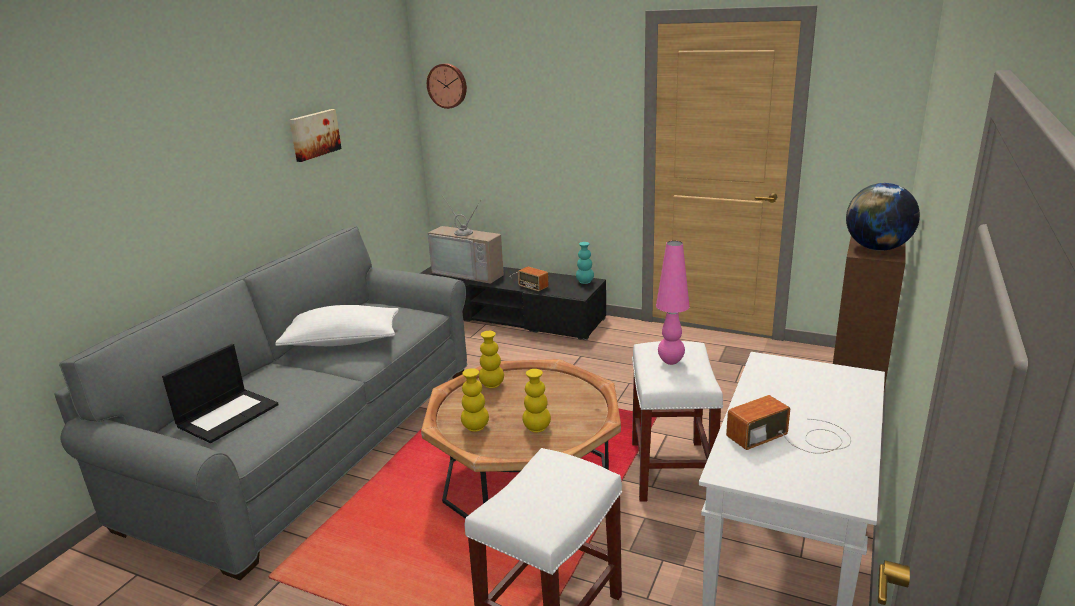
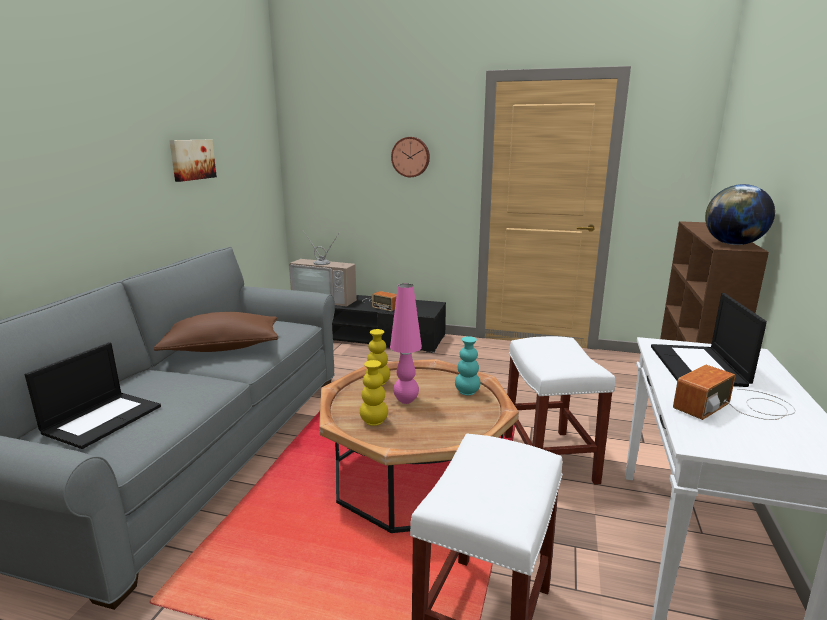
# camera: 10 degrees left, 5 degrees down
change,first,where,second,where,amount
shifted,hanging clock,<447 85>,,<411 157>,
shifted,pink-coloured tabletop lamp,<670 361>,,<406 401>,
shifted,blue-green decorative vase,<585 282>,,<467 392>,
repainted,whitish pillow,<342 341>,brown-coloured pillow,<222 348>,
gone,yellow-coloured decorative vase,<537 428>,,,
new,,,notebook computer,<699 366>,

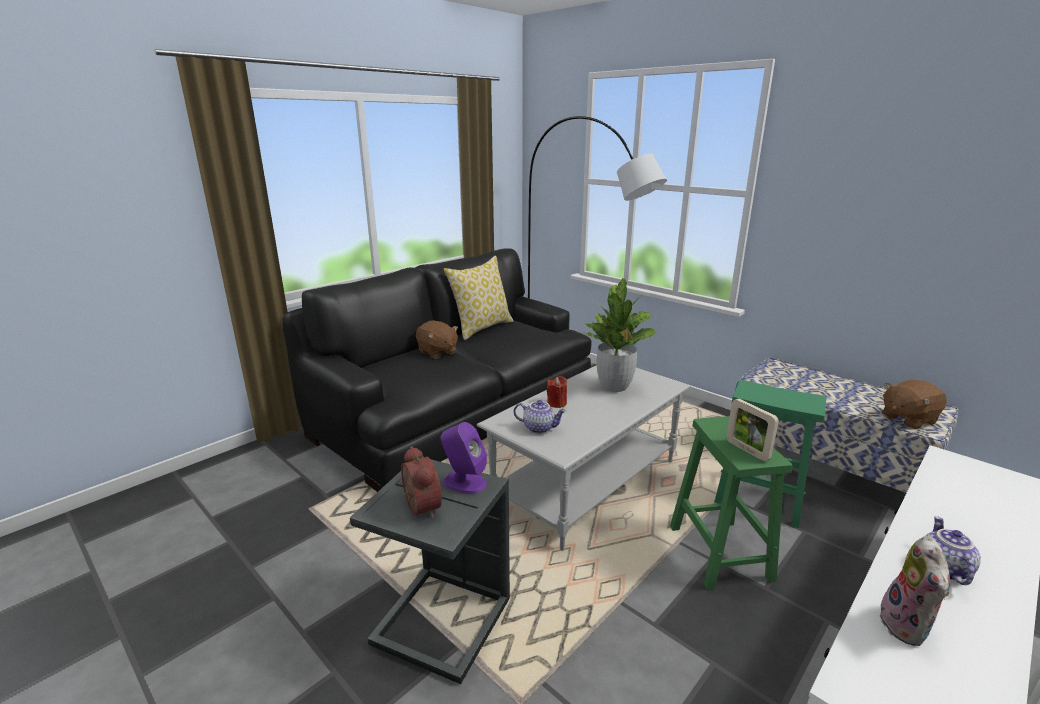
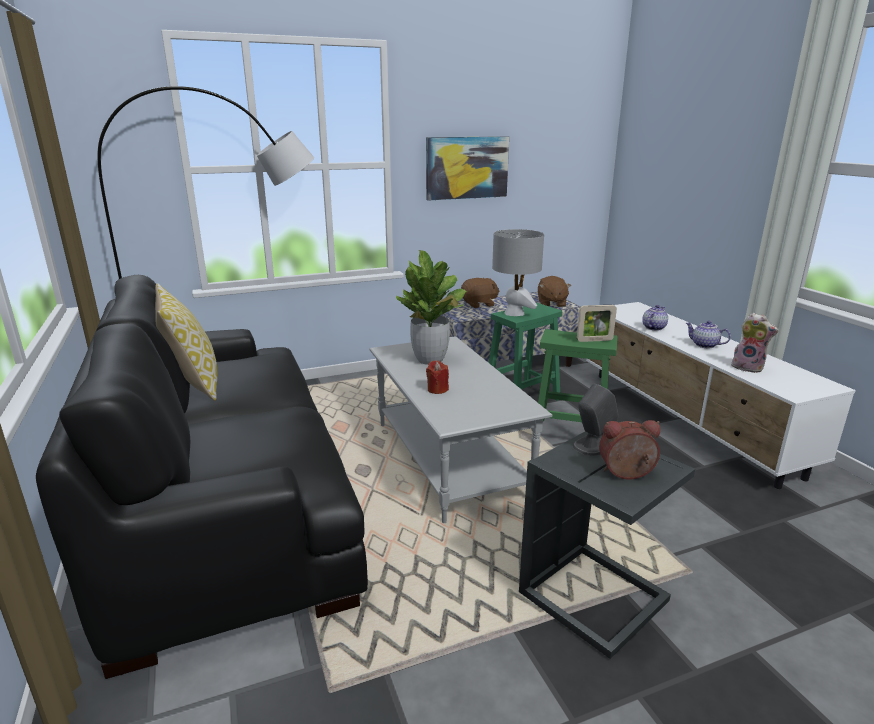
# camera: 65 degrees left, 0 degrees up
change,first,where,second,where,amount
shifted,brown-coloured cuddly toy,<437 352>,,<479 304>,
shifted,teapot,<539 428>,,<653 327>,
repainted,purple audio speaker,<464 482>,greyish audio speaker,<592 445>,
new,,,wall picture,<467 167>,
new,,,greyish tabletop lamp,<514 313>,

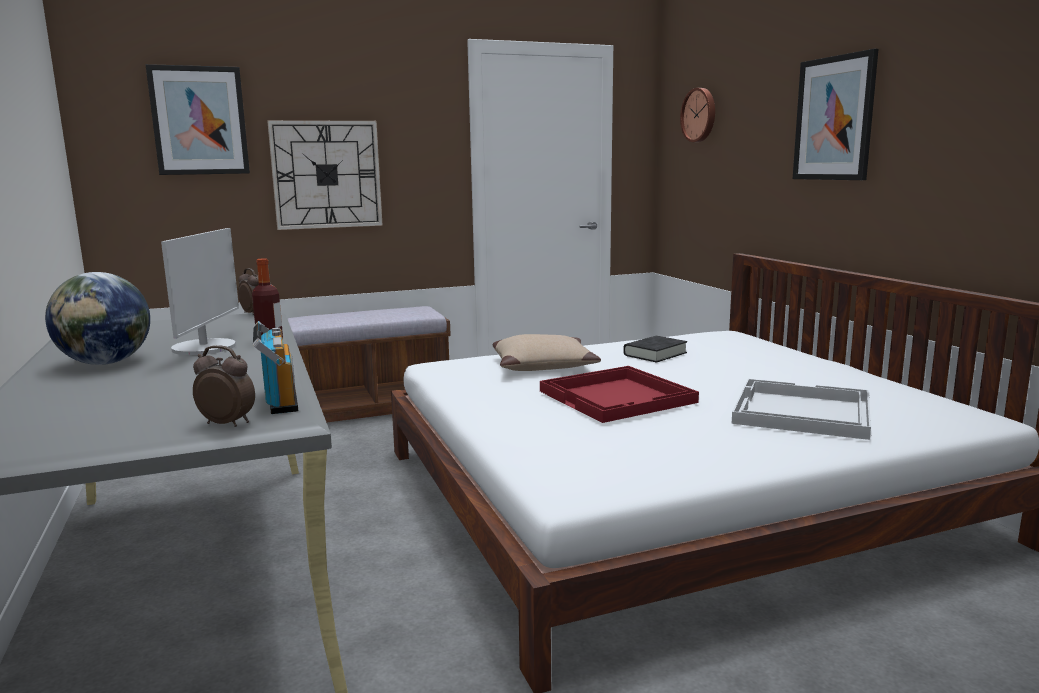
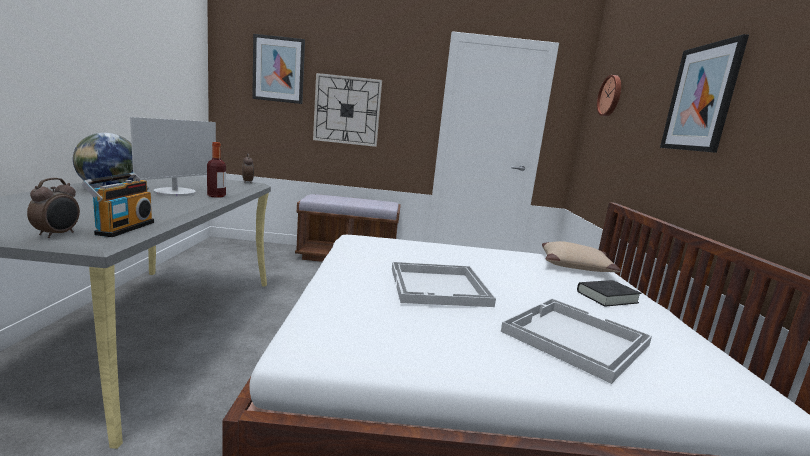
# camera: 20 degrees right, 0 degrees up
change,first,where,second,where,amount
shifted,sand-coloured pillow,<543 366>,,<575 266>,
shifted,black bound book,<655 354>,,<607 297>,
rotated,bedside clock,<228 423>,,<58 234>,60 degrees clockwise
repainted,red tray,<618 397>,whitish tray,<439 287>,

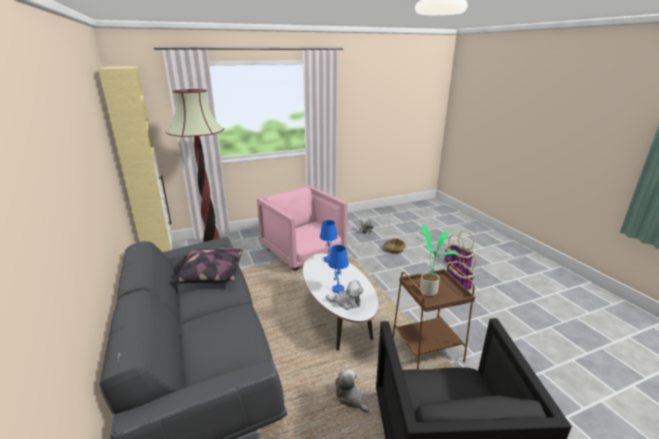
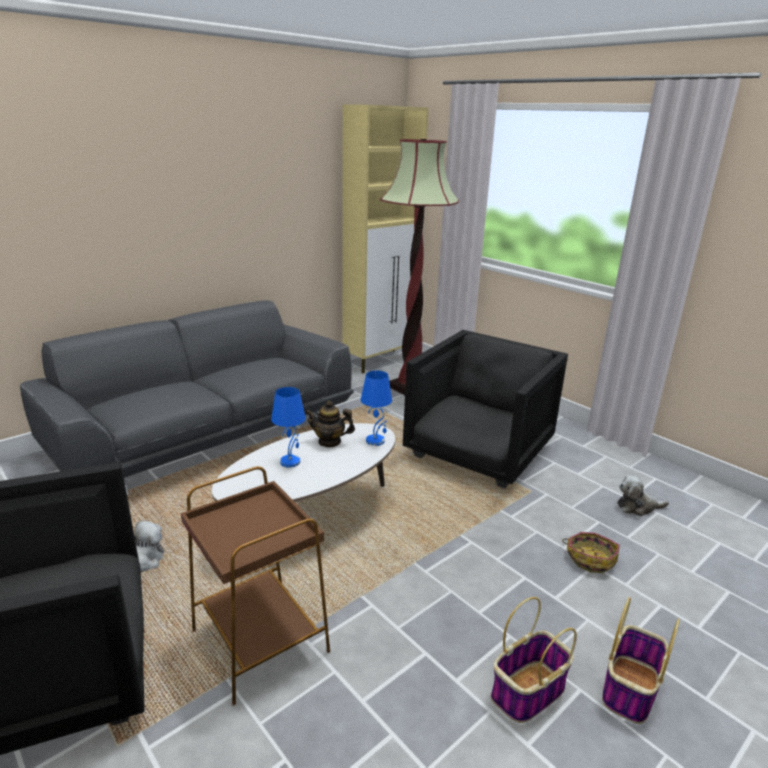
# camera: 70 degrees right, 0 degrees up
change,first,where,second,where,amount
repainted,pink-coloured lounge chair,<303 252>,black lounge chair,<478 452>,
gone,plant in a pot,<428 290>,,,
gone,pillow,<210 275>,,,
gone,cuddly toy,<346 302>,,,
new,,,teapot,<329 441>,

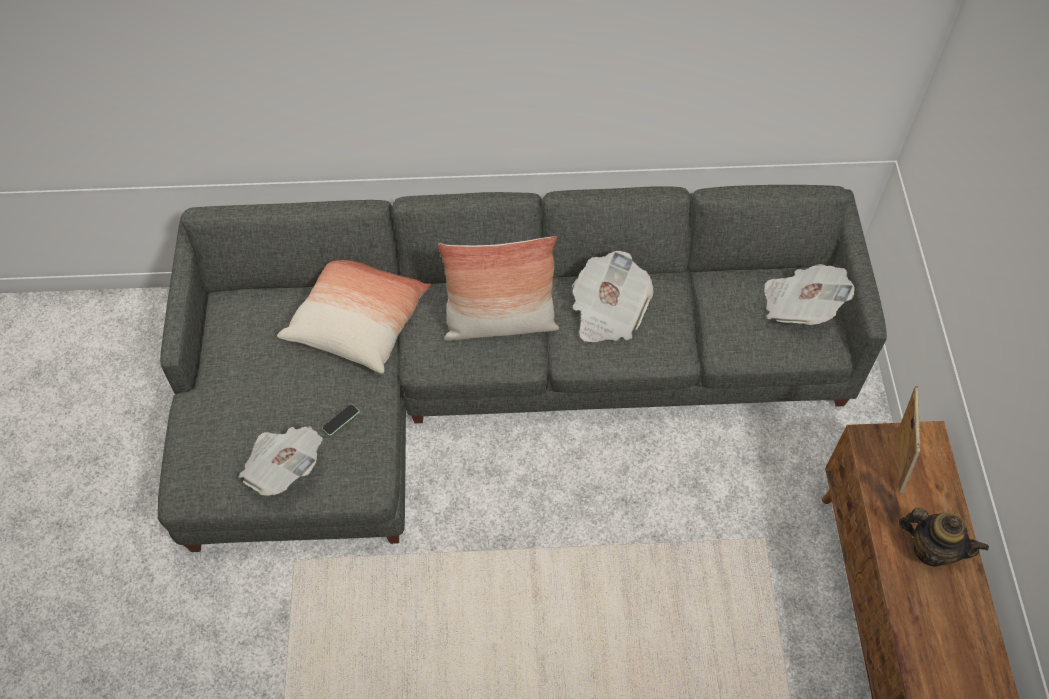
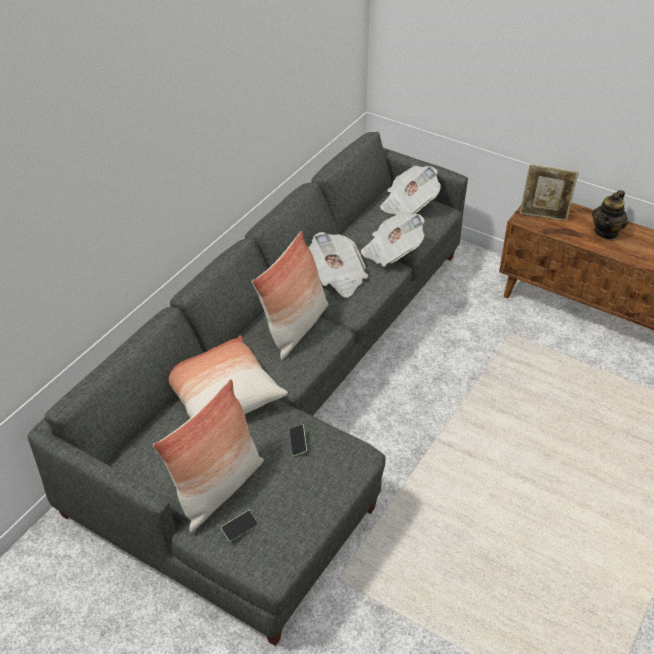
# camera: 55 degrees left, 15 degrees down
change,first,where,second,where,amount
rotated,standing frame,<896 459>,,<543 216>,150 degrees clockwise
shifted,printed paper,<284 467>,,<391 251>,
rotated,teapot,<931 549>,,<606 232>,150 degrees clockwise
new,,,pillow,<218 489>,
new,,,telephone,<239 529>,

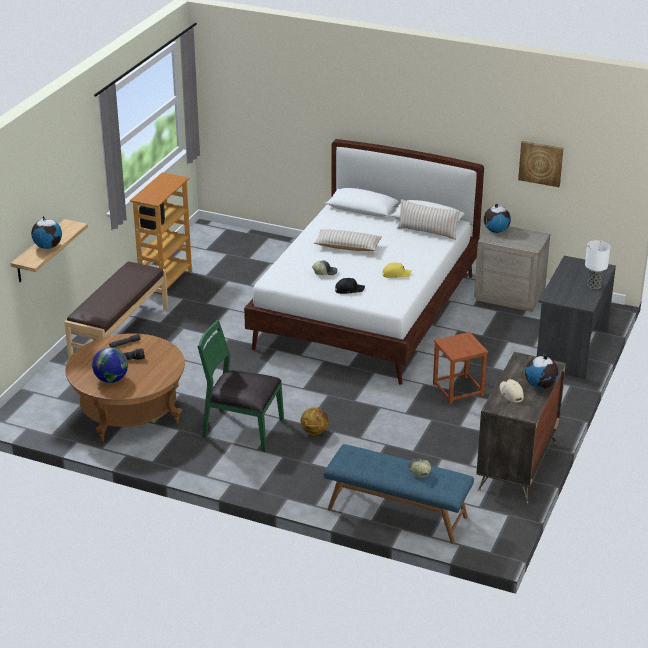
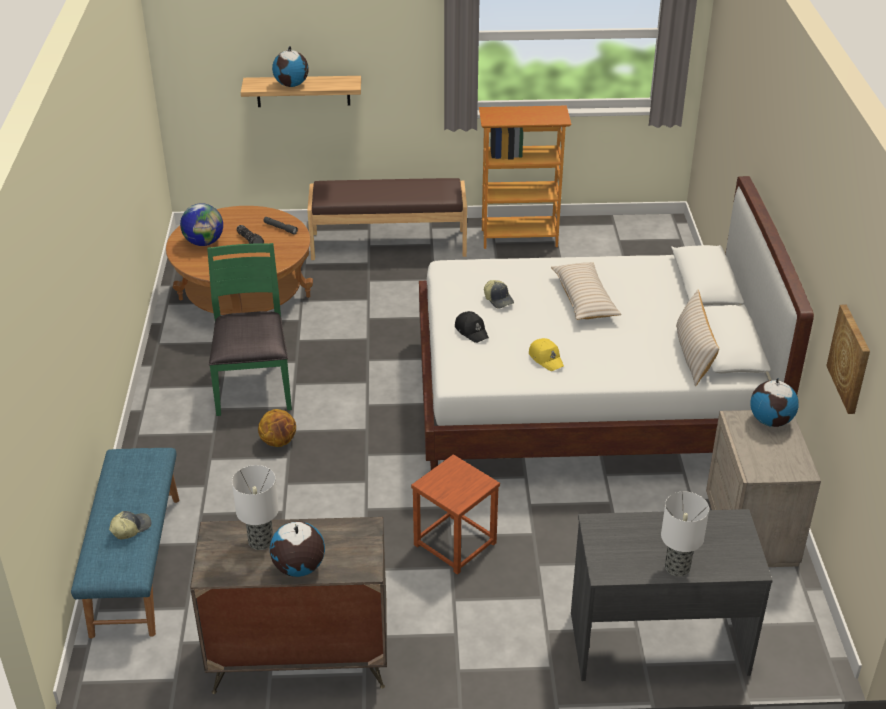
# camera: 65 degrees right, 5 degrees up
change,first,where,second,where,amount
swapped,sand-coloured cap,<511 394>,tabletop lamp,<260 541>,

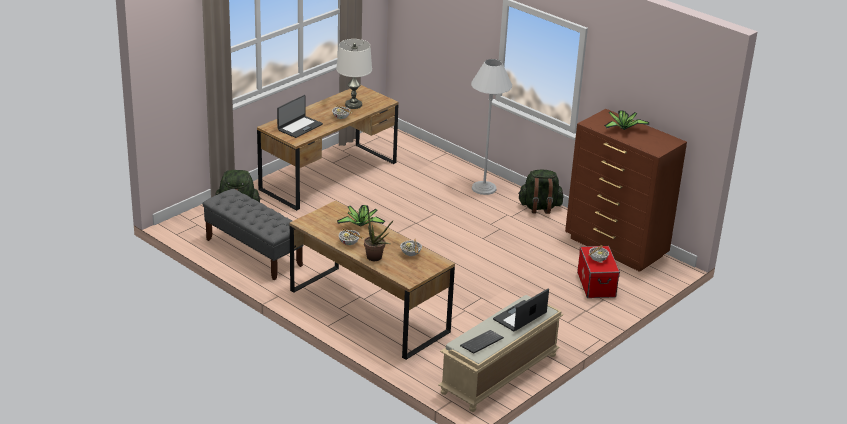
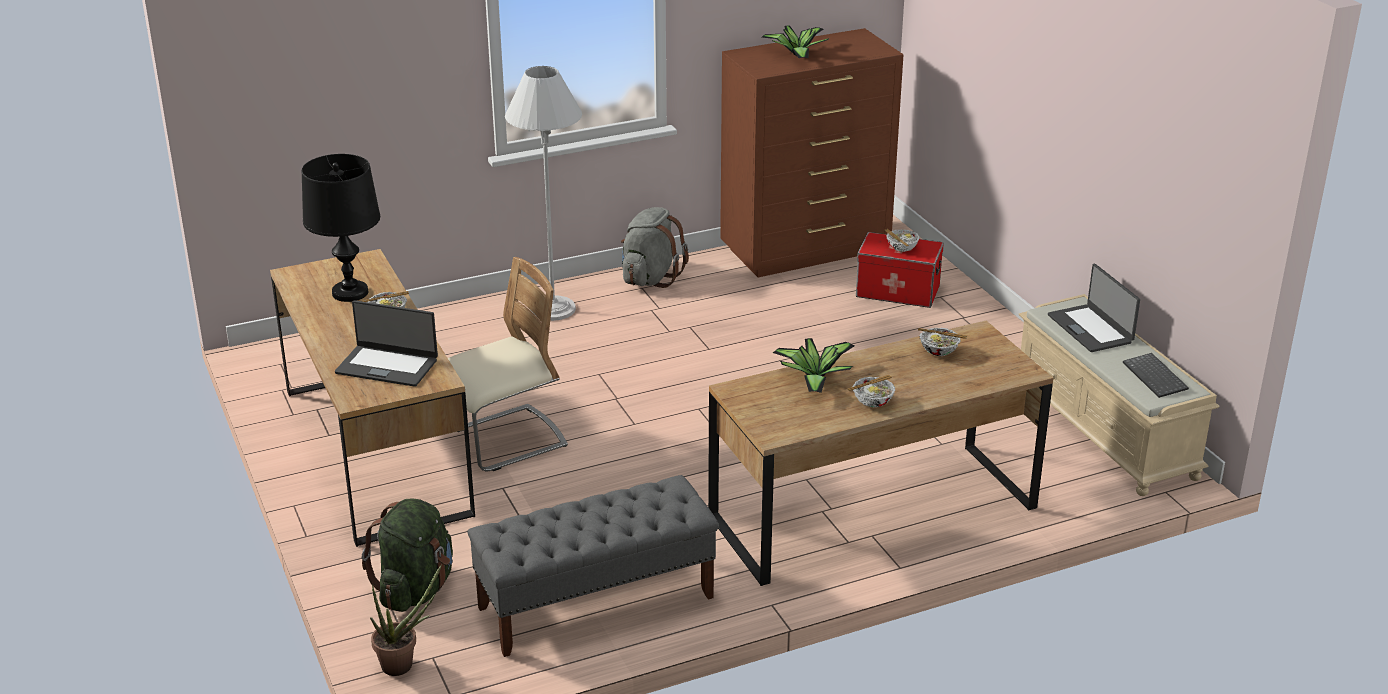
# camera: 65 degrees left, 0 degrees up
change,first,where,second,where,amount
repainted,whitish tabletop lamp,<353 105>,black tabletop lamp,<350 293>,
rotated,notebook computer,<299 127>,,<387 366>,135 degrees clockwise
repainted,green backpack,<539 207>,greyish backpack,<650 278>,
shifted,plant in a pot,<376 259>,,<404 664>,
new,,,sand-coloured plain chair,<505 440>,

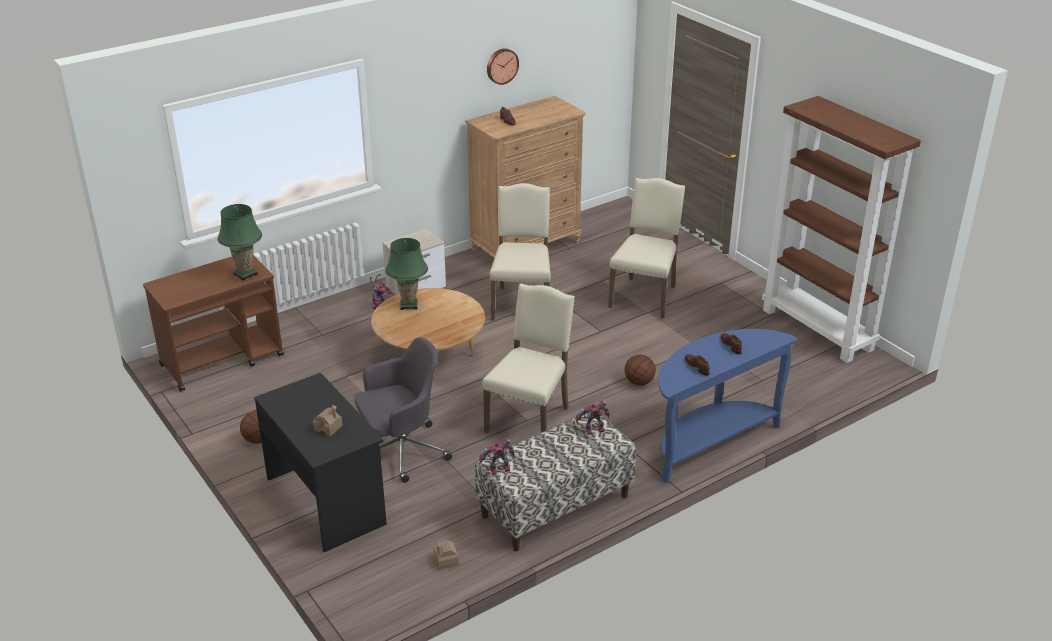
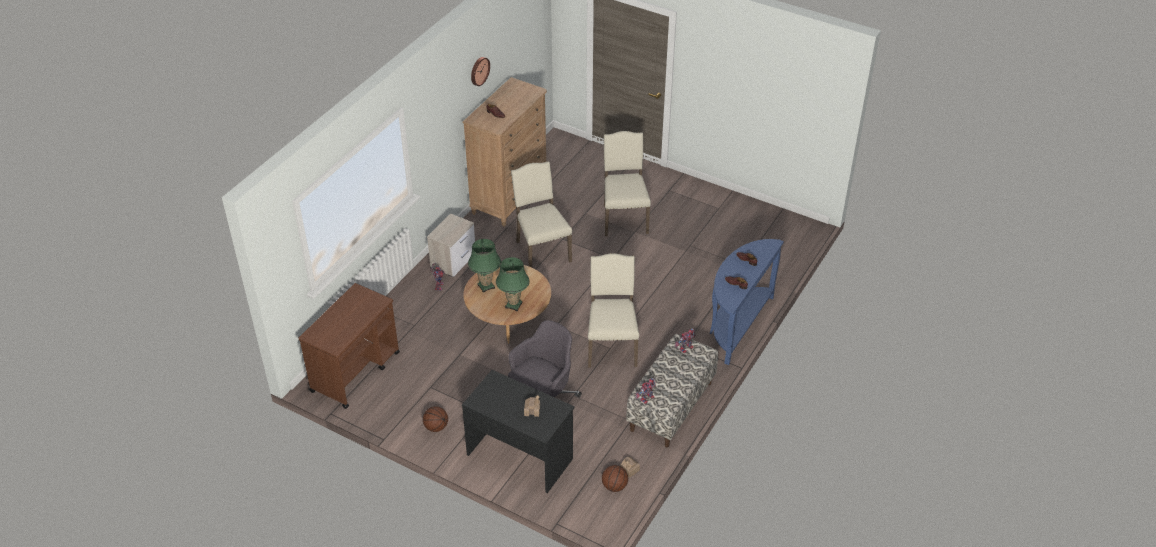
# camera: 25 degrees left, 10 degrees up
change,first,where,second,where,amount
gone,brown-coloured shelving unit,<818 330>,,,
shifted,green tabletop lamp,<245 274>,,<513 305>,
shifted,basketball,<639 382>,,<614 486>,

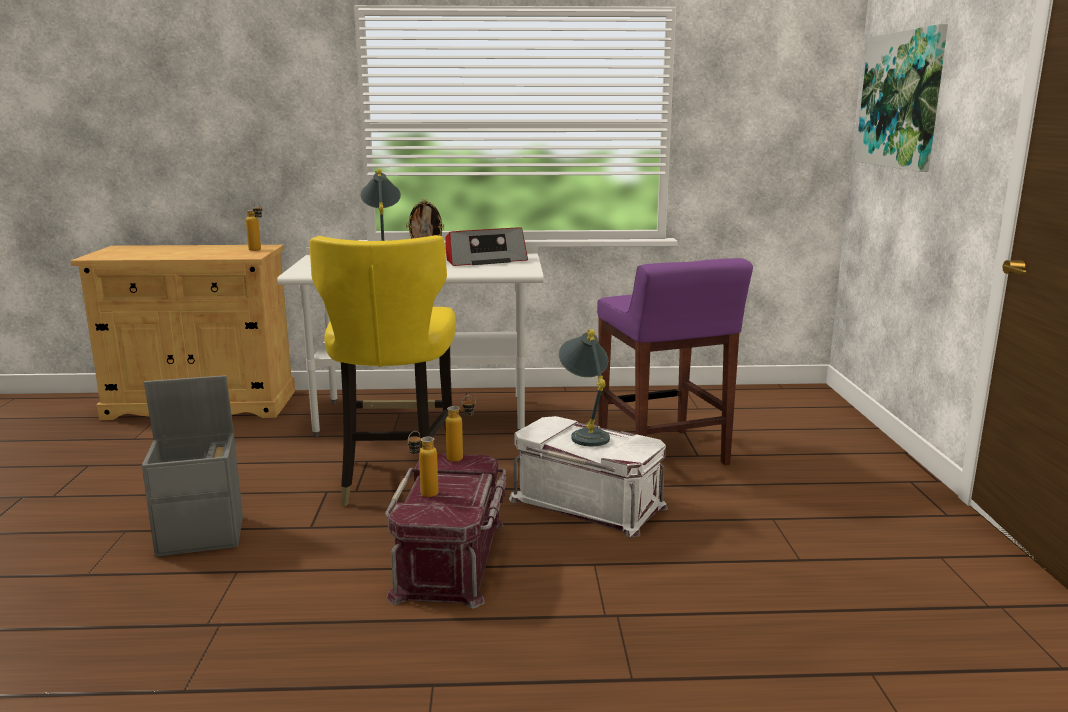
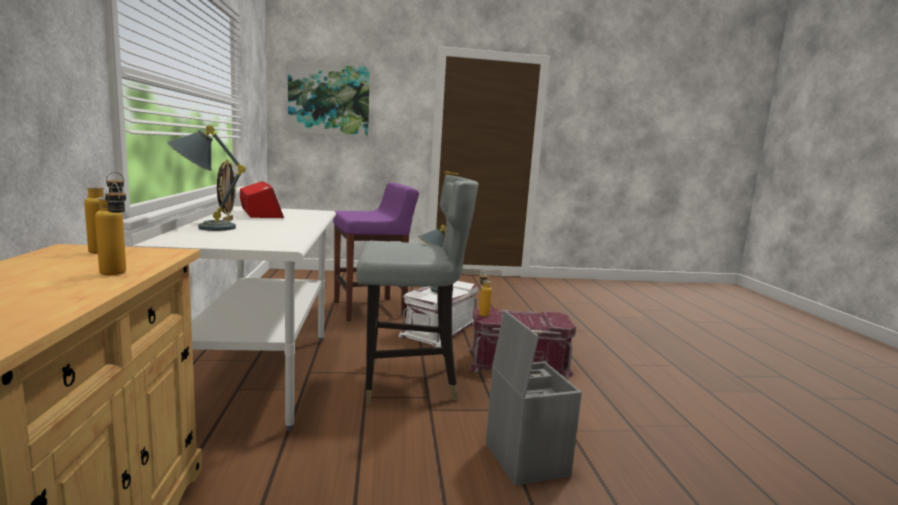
# camera: 95 degrees left, 5 degrees down
change,first,where,second,where,amount
repainted,yellow-coloured plain chair,<395 480>,greyish plain chair,<408 383>,
shifted,beverage bottle,<423 496>,,<116 275>,

